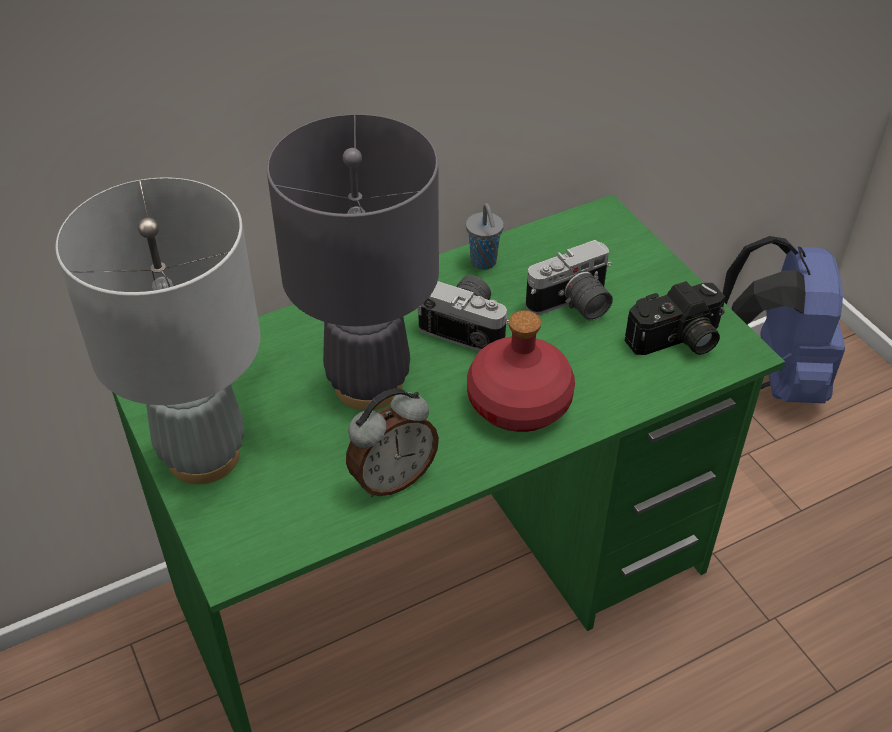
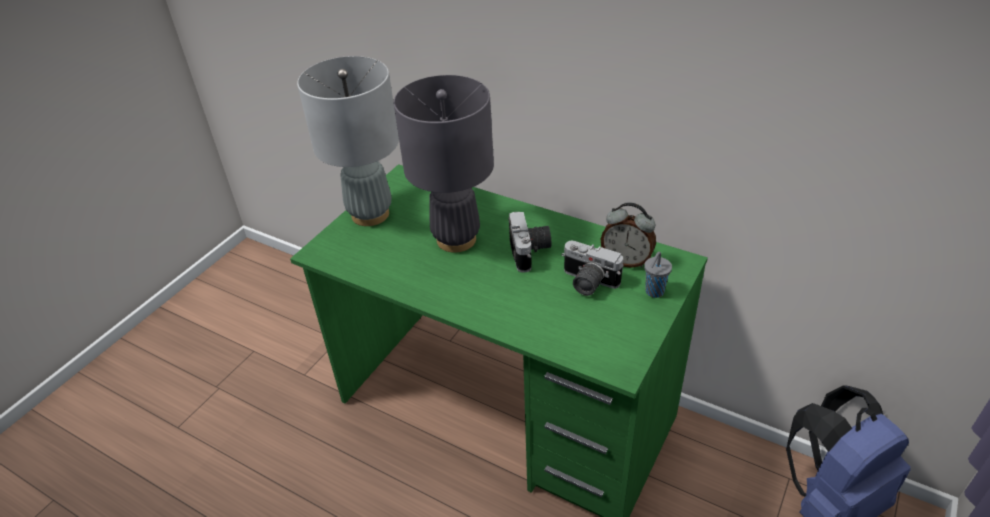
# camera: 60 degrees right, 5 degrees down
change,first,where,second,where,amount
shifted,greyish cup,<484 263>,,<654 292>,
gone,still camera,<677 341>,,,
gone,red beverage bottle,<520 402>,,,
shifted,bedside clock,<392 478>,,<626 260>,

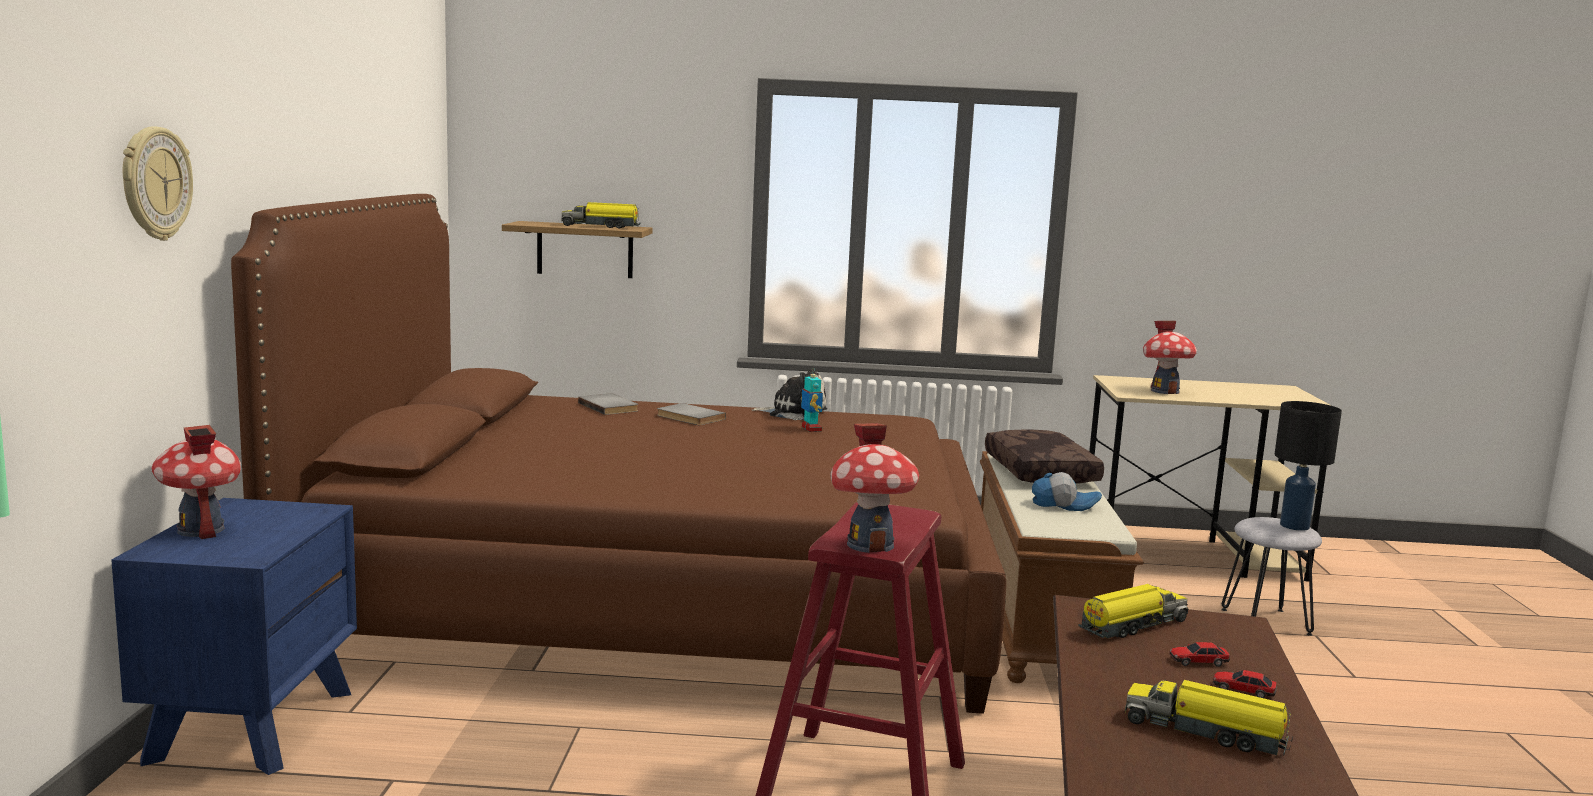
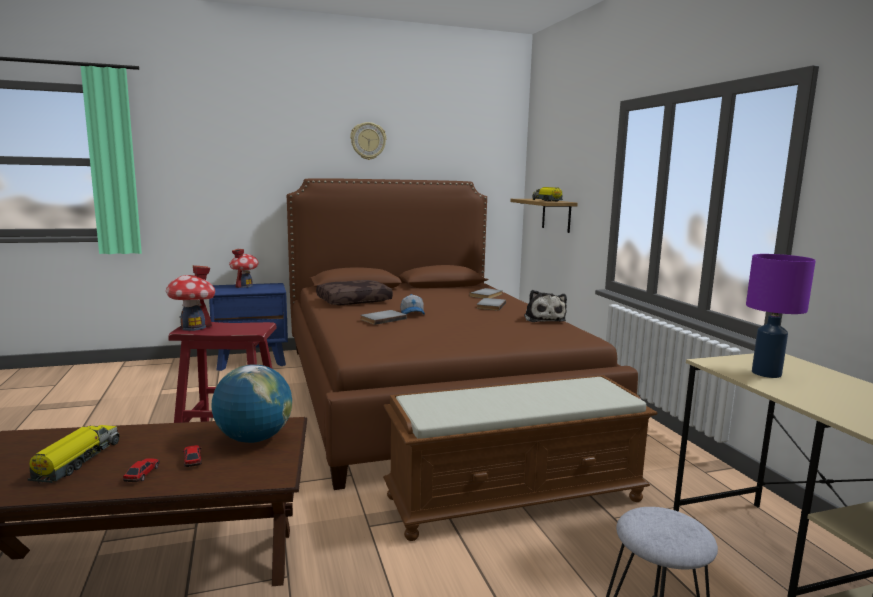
# camera: 70 degrees right, 0 degrees up
change,first,where,second,where,amount
shifted,hanging clock,<154 183>,,<368 141>,
swapped,model house,<1165 391>,purple tabletop lamp,<767 373>,
gone,robot figure,<811 429>,,,
gone,black tabletop lamp,<1293 526>,,,
shifted,brown-coloured pillow,<1038 472>,,<354 301>,
shifted,cap,<1064 505>,,<413 313>,
swapped,toy lorry,<1132 625>,globe,<254 439>,
new,,,greyish bound book,<382 319>,

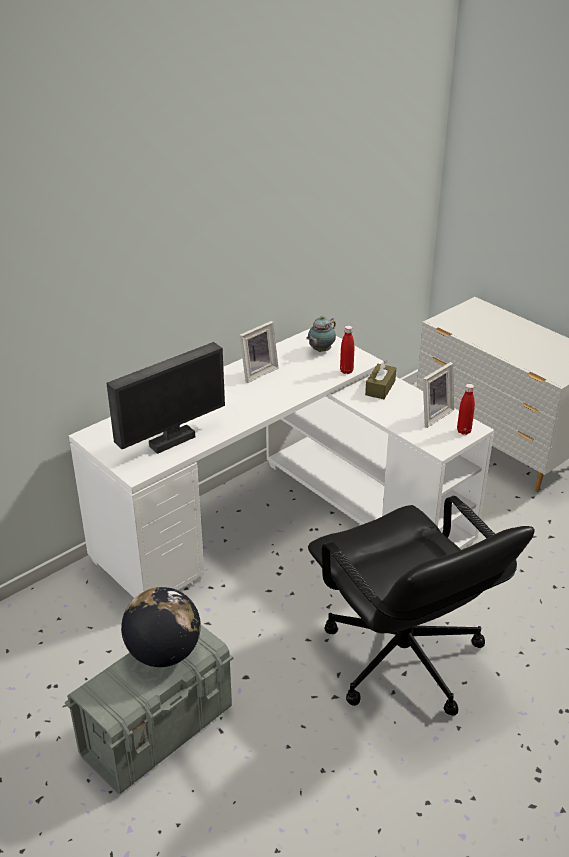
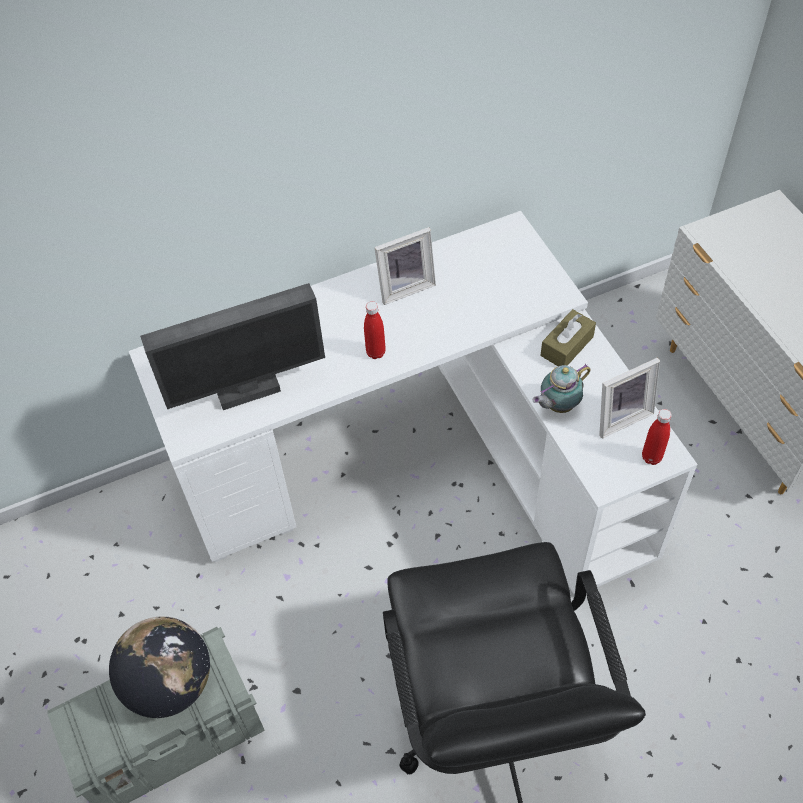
# camera: 20 degrees right, 20 degrees up
change,first,where,second,where,amount
shifted,teapot,<320 351>,,<557 405>,
shifted,red beverage bottle,<346 371>,,<376 352>,

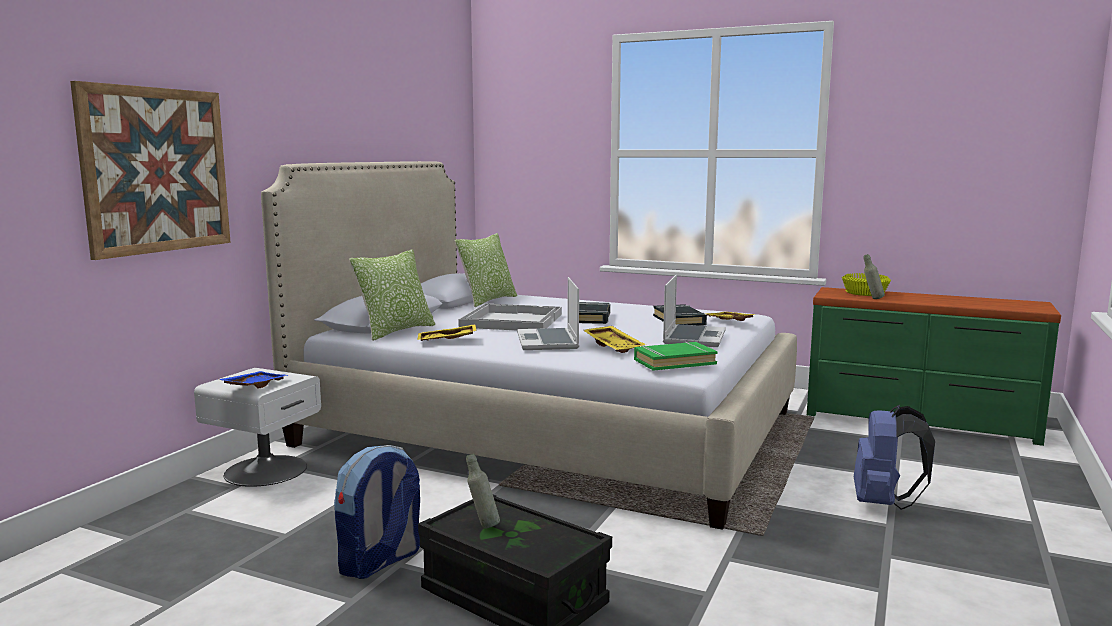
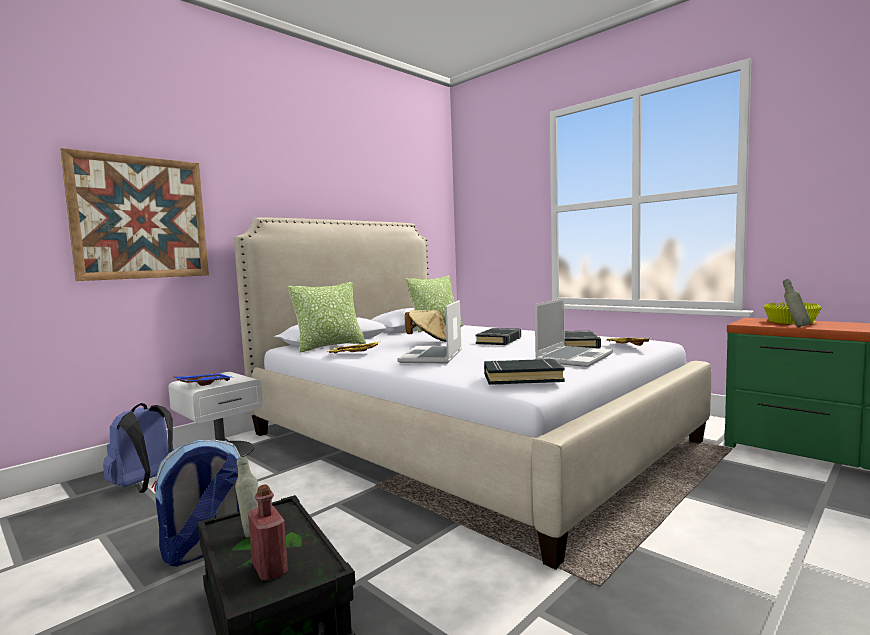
# camera: 20 degrees right, 5 degrees down
change,first,where,second,where,amount
swapped,whitish tray,<511 320>,sand-coloured clothing hat,<429 341>,
gone,yellow-coloured tray,<614 346>,,,
repainted,green bound book,<674 362>,black bound book,<522 378>,
shifted,blue backpack,<883 503>,,<146 486>,
new,,,red beverage bottle,<270 569>,

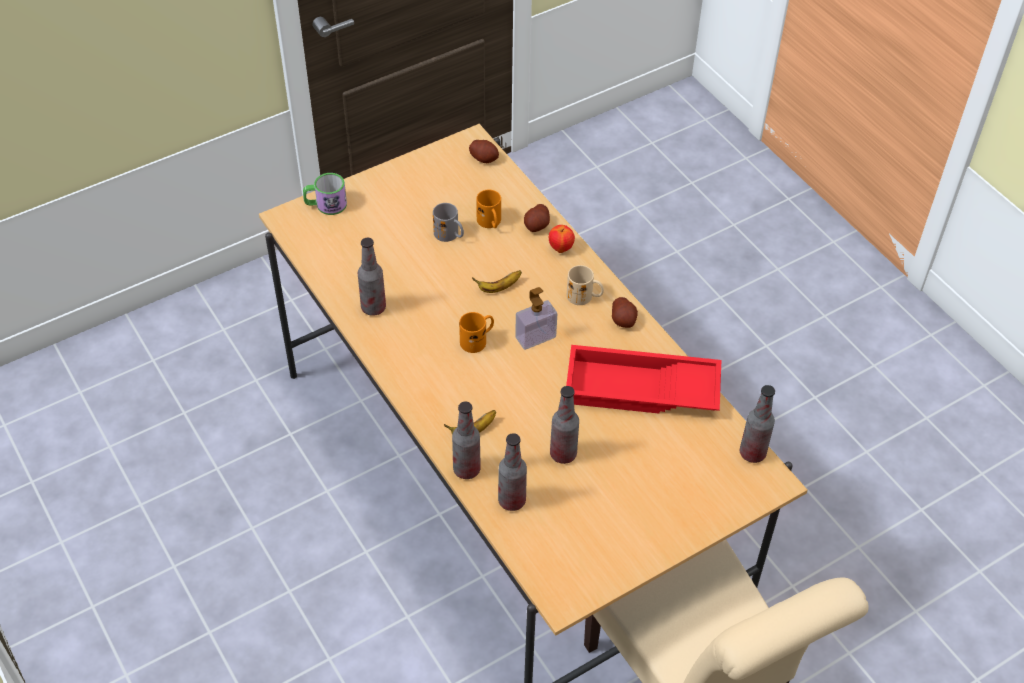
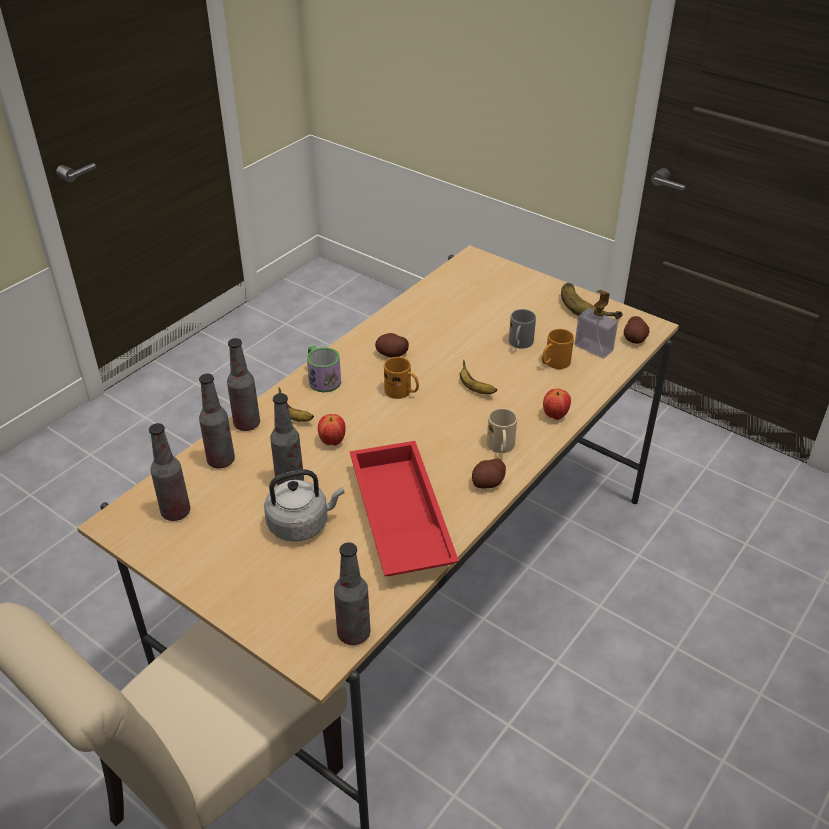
# camera: 70 degrees right, 10 degrees down
change,first,where,second,where,amount
shifted,tea mug,<325 205>,,<322 378>,
shifted,spud,<537 225>,,<392 354>,
shifted,beverage bottle,<373 307>,,<176 512>,
shifted,liquid soap bottle,<535 337>,,<593 348>,
new,,,banana,<589 305>,
new,,,apple,<332 441>,
new,,,greyish water kettle,<301 524>,

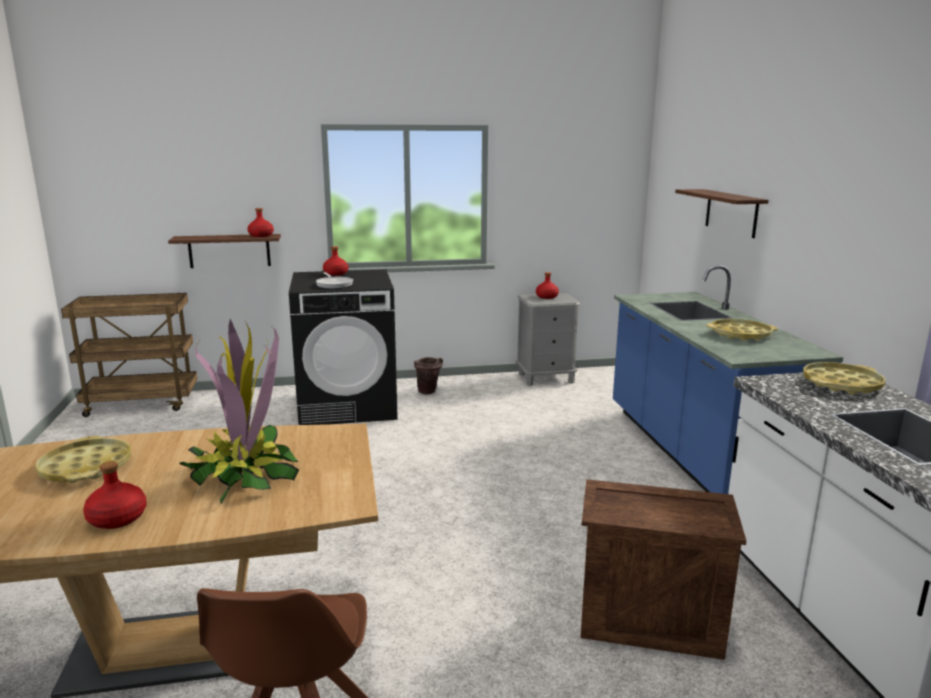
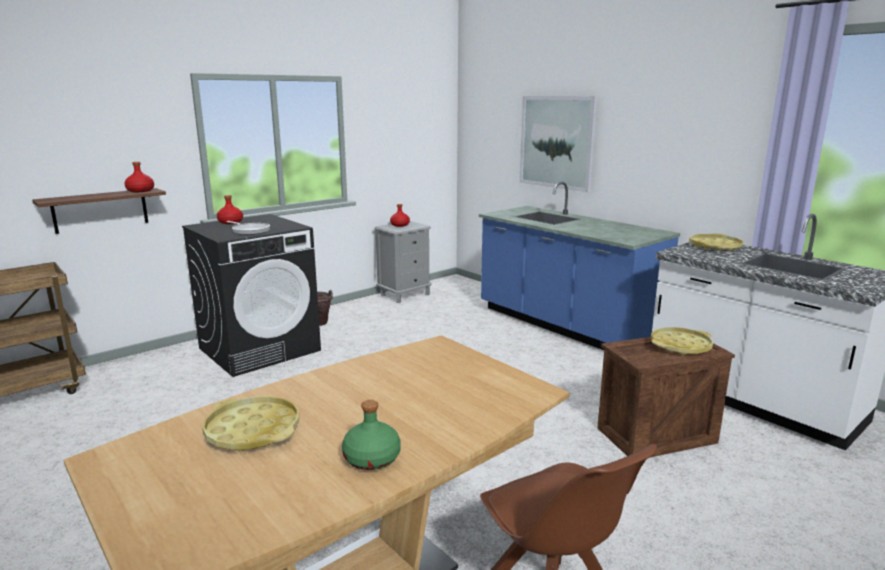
# camera: 30 degrees left, 0 degrees up
change,first,where,second,where,amount
swapped,bracket shelf,<731 212>,wall picture,<557 142>,
gone,plant in a pot,<245 475>,,,
shifted,yellow-coloured tray,<740 334>,,<680 346>,
repainted,red beverage bottle,<117 519>,green beverage bottle,<372 459>,

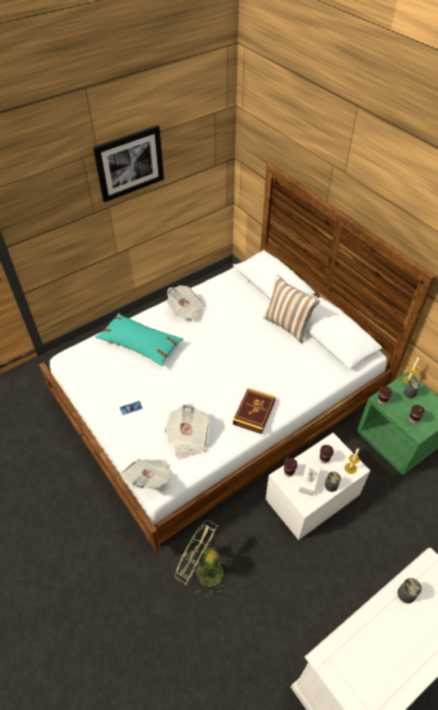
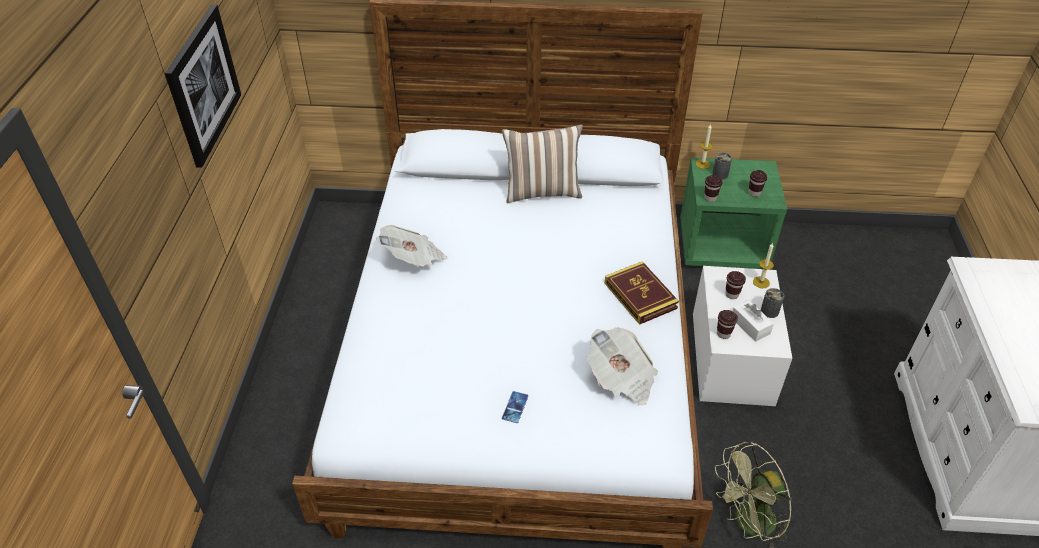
# camera: 50 degrees left, 5 degrees down
change,first,where,second,where,amount
gone,blue-green pillow,<140 344>,,,
gone,printed paper,<149 478>,,,
gone,metal can,<406 594>,,,

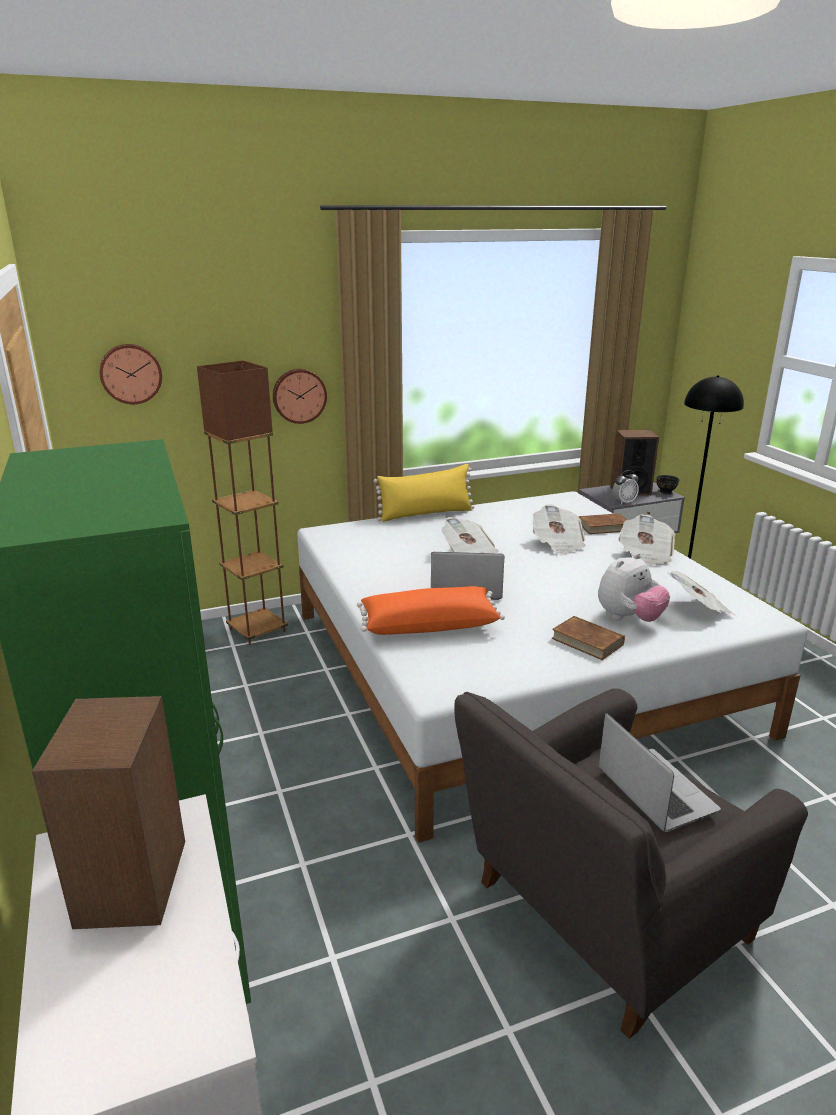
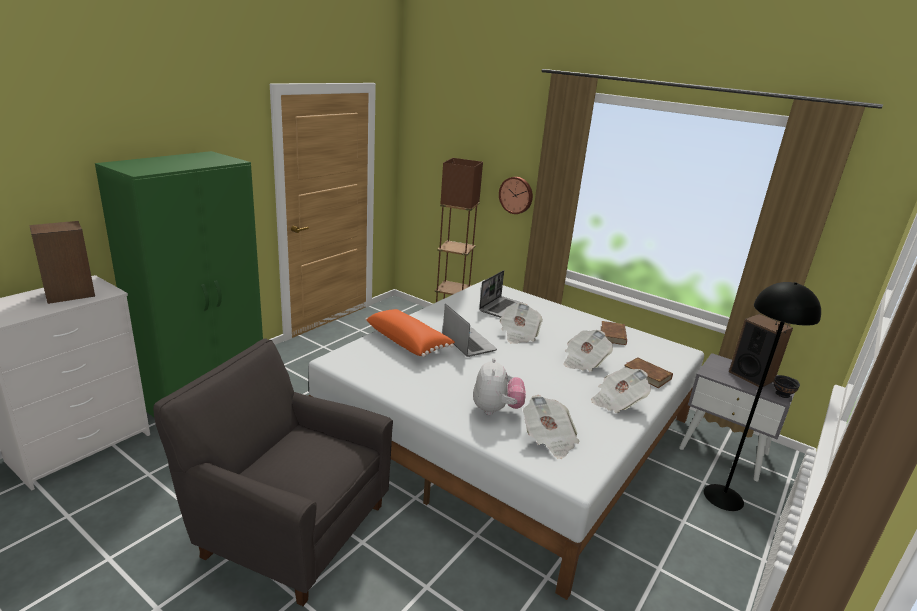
# camera: 55 degrees right, 0 degrees up
change,first,where,second,where,amount
gone,hanging clock,<131 373>,,,
gone,yellow-coloured pillow,<426 514>,,,
gone,bedside clock,<624 502>,,,
rotated,cuddly toy,<629 618>,,<496 410>,105 degrees counterclockwise
shifted,brown-coloured bound book,<587 641>,,<613 335>,
shifted,notebook computer,<654 790>,,<502 308>,

